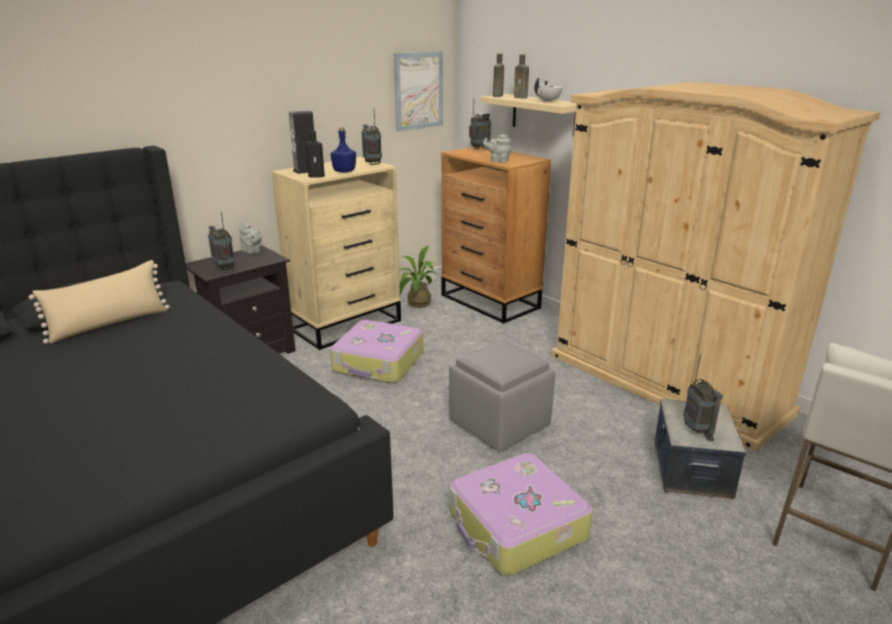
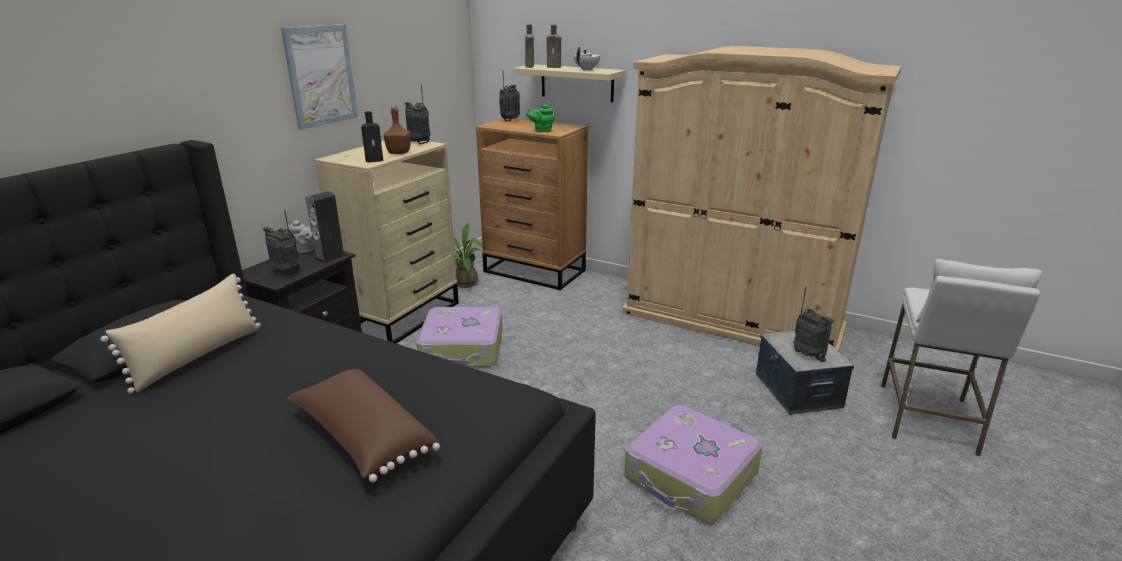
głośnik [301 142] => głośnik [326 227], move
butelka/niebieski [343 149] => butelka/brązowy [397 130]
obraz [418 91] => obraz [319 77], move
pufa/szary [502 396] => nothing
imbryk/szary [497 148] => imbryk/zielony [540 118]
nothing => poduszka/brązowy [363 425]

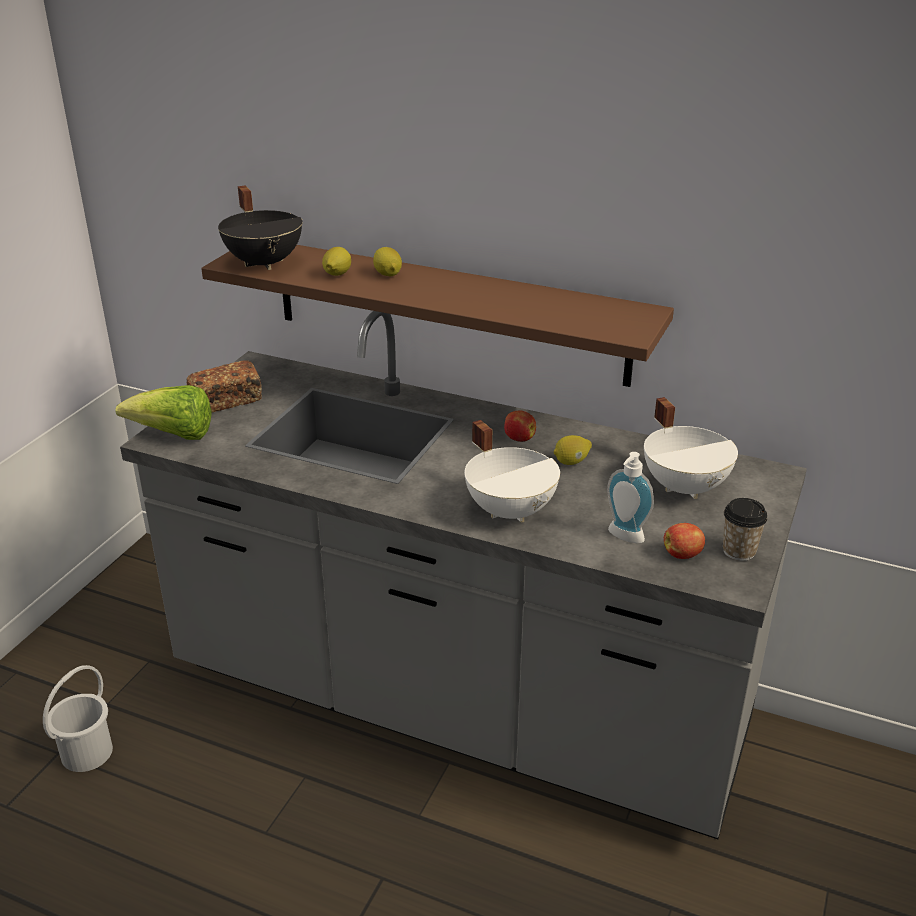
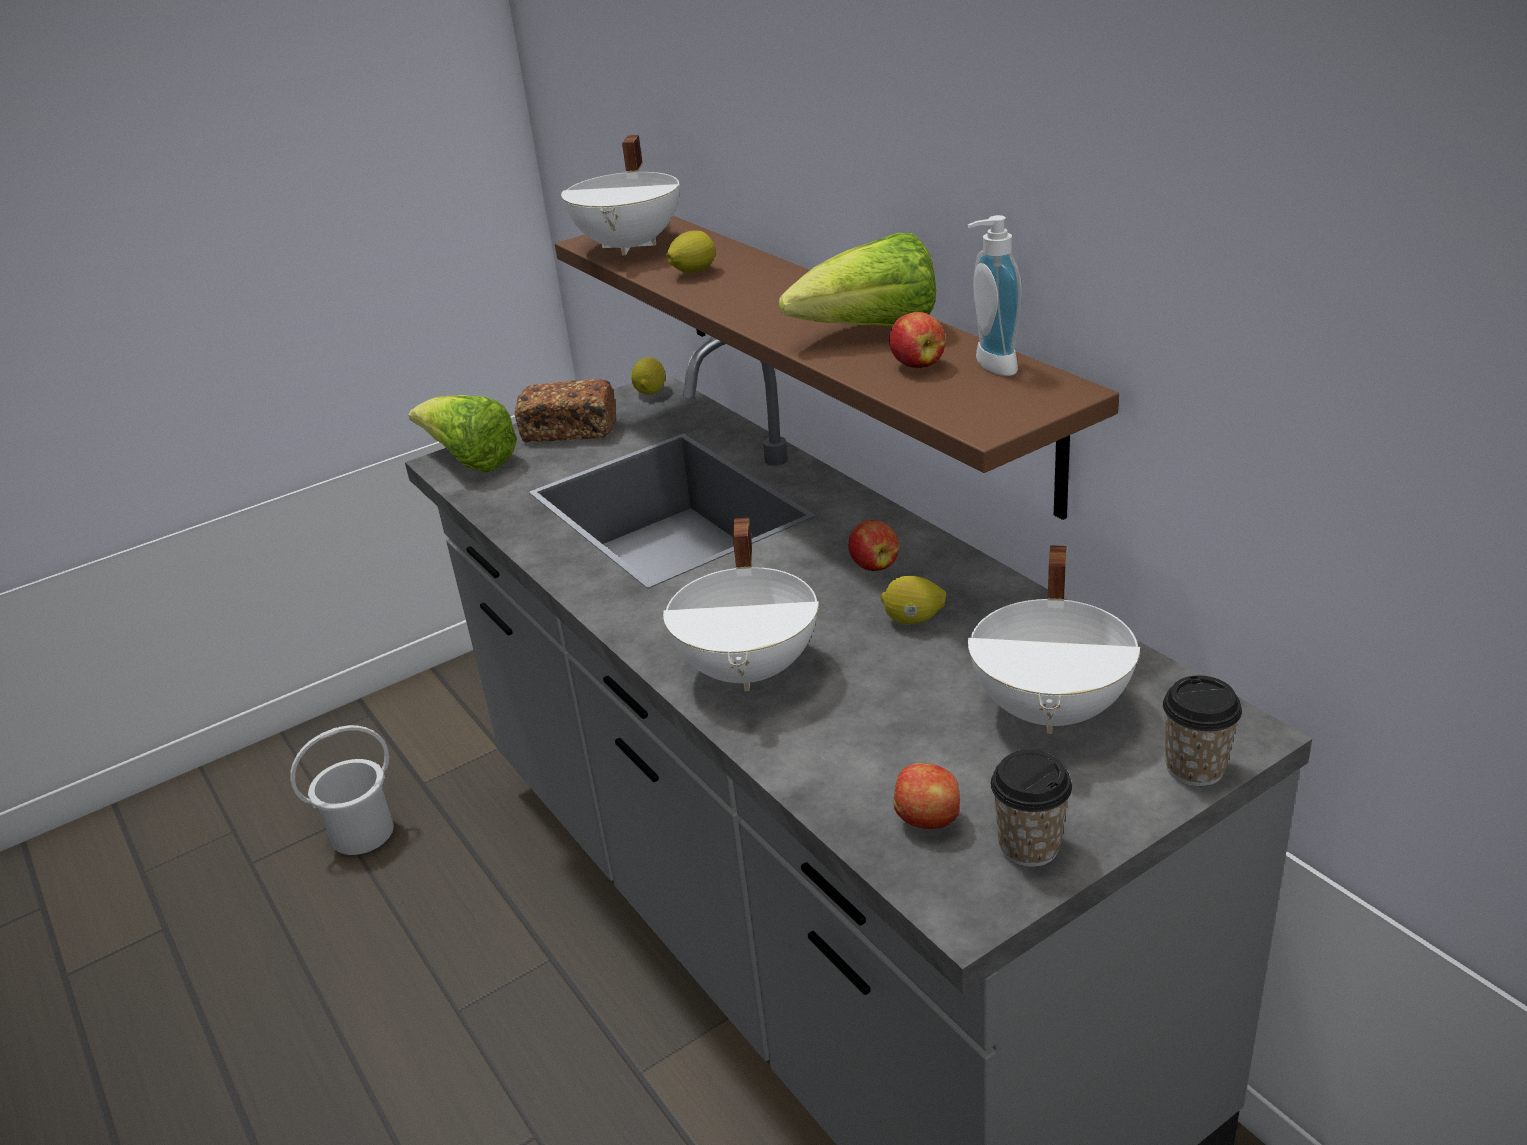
garnek/czarny [260 227] => garnek/biały [620 195]
cytryna [387 261] => cytryna [648 376], move
dozownik mydła [630 497] => dozownik mydła [994 295], move
nothing => sałata [857 280]
nothing => jabłko [917 340]
nothing => filiżanka [1202 730]

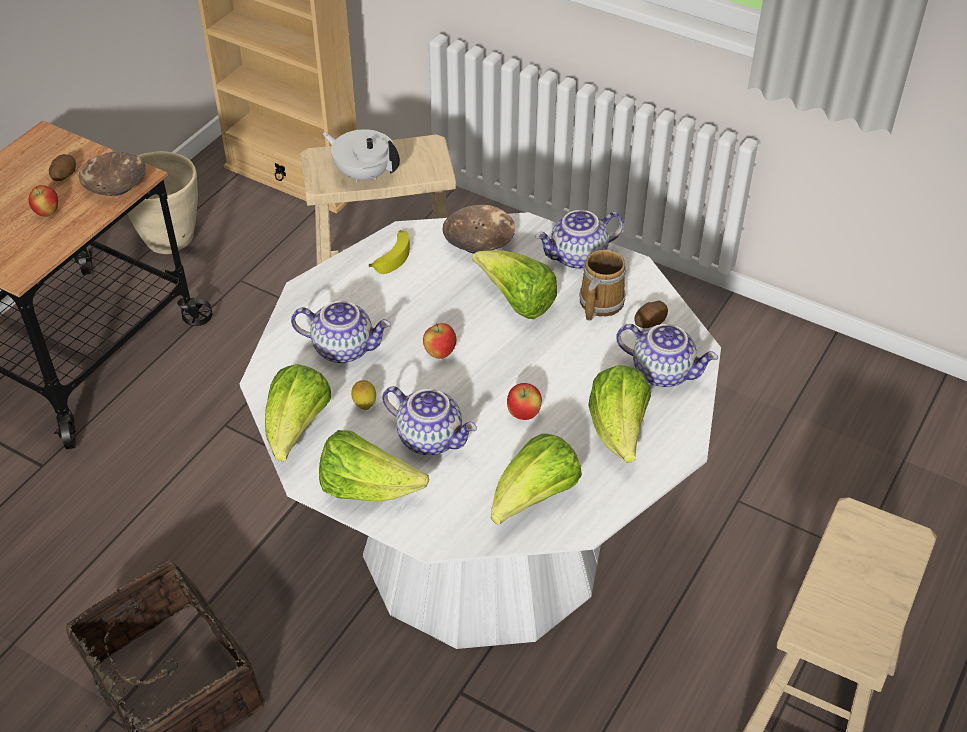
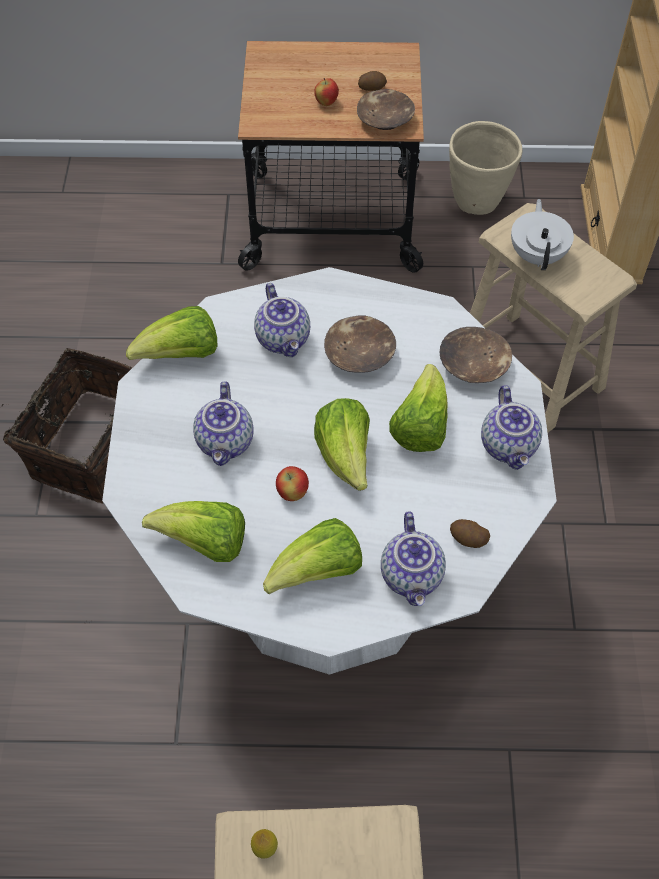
sałata [374 465] => sałata [342 444], move
cytryna [363 395] => cytryna [264 844], move
banan [389 252] => nothing
jabłko [439 341] => nothing
imbryk [579 240] => imbryk [511 427], 135 degrees counterclockwise
kubek [602 285] => nothing
nothing => miska/brązowy [360 344]

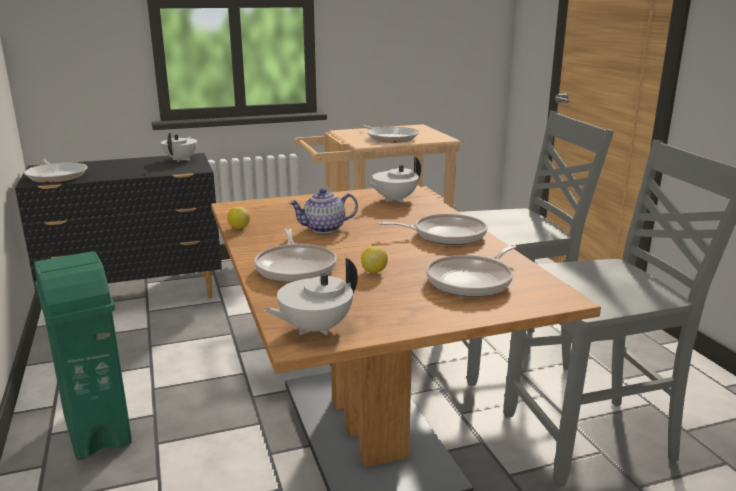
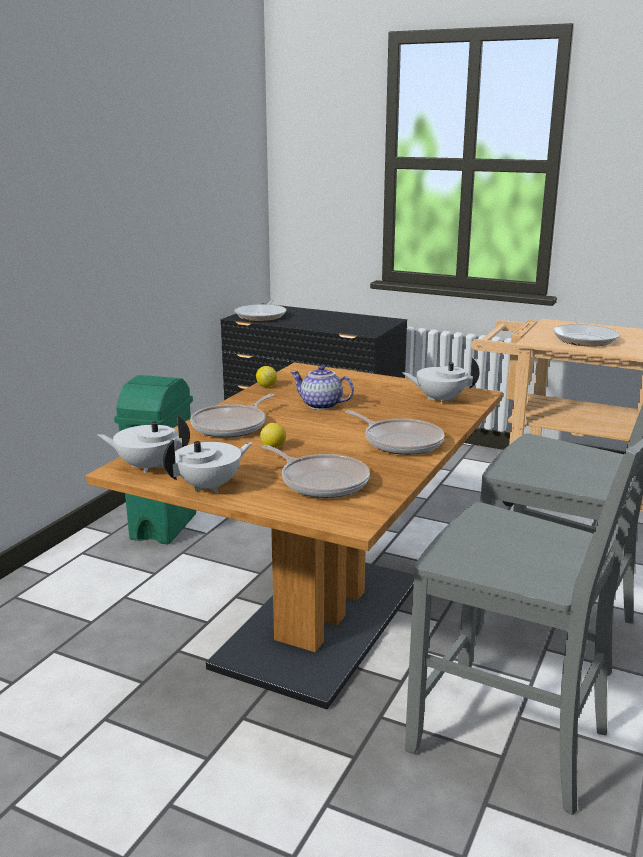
imbryk/biały [179 147] => imbryk/biały [207 466], move
patelnia [471 271] => patelnia [316 471], 135 degrees counterclockwise

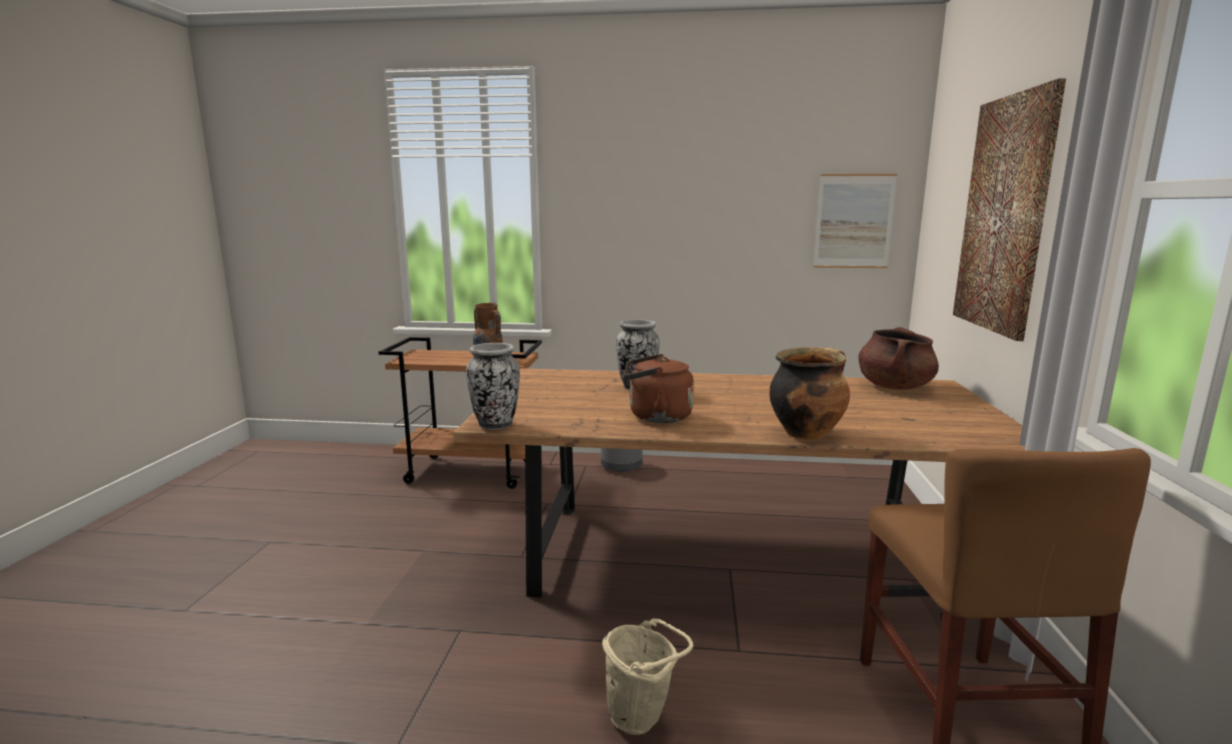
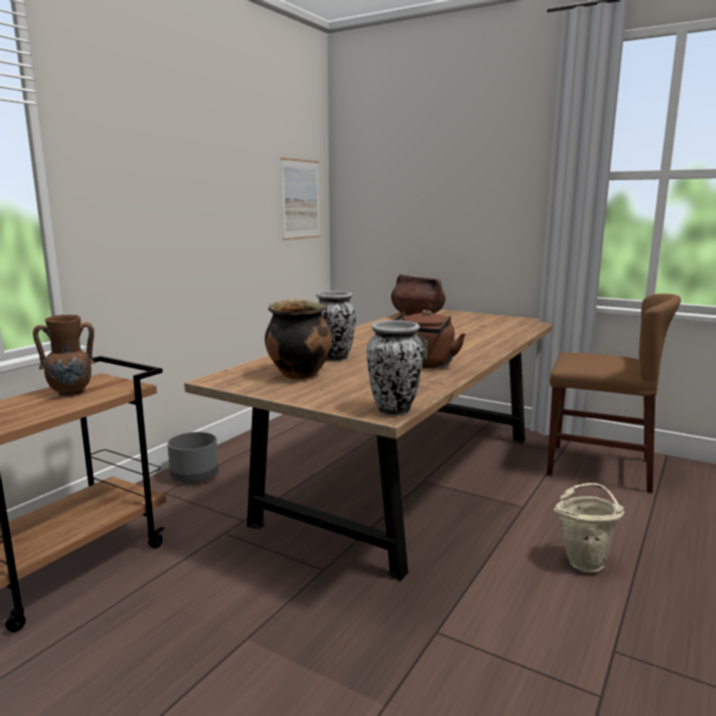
garnek [809 393] => garnek [298 339], move
obraz [1009 209] => nothing

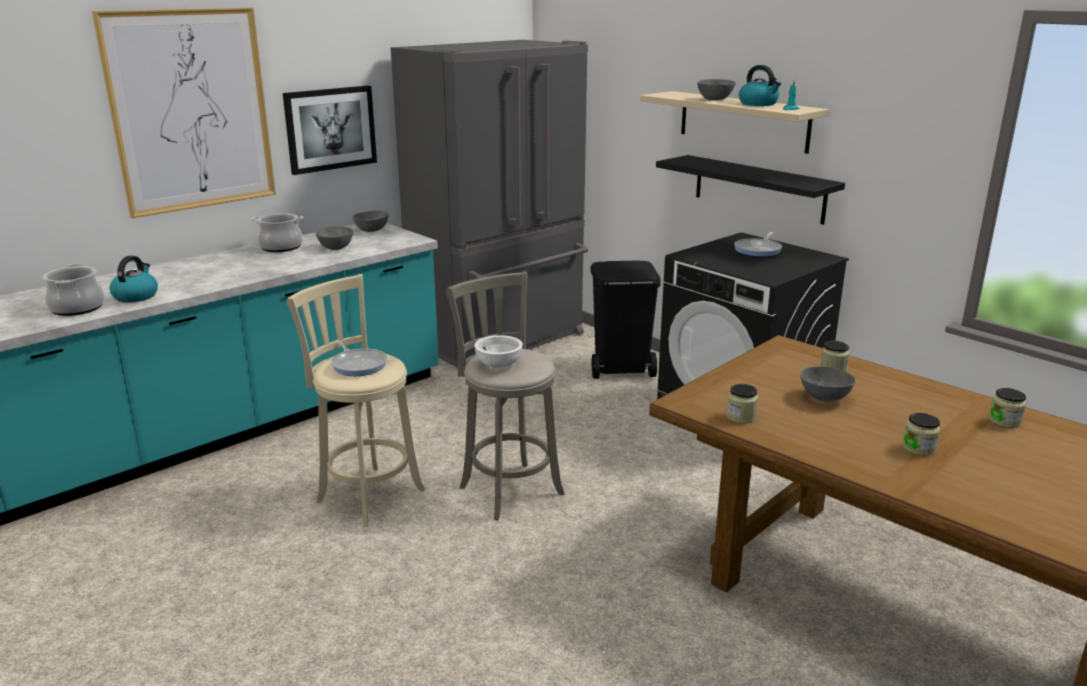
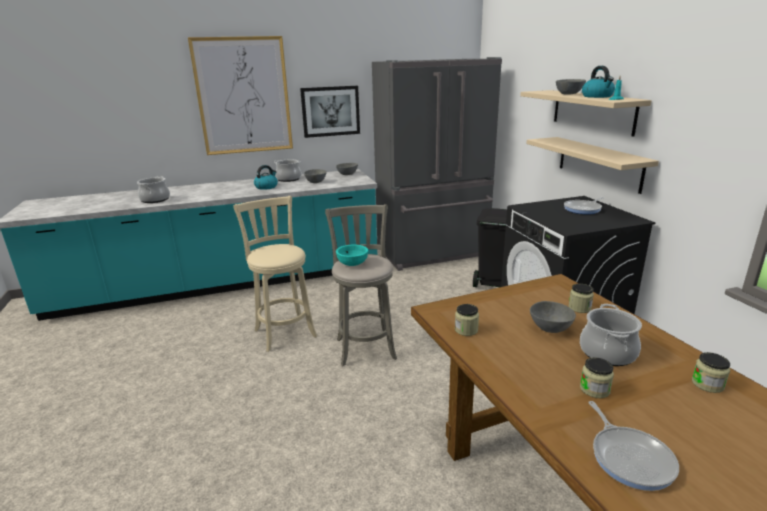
czajnik [133 279] => czajnik [266 177], move
patelnia [359 358] => patelnia [634 446], move
miska/biały [498 351] => miska/turkusowy [352 255]
półka/czarny [750 190] => półka/beżowy [592 165]
nothing => garnek [611 335]

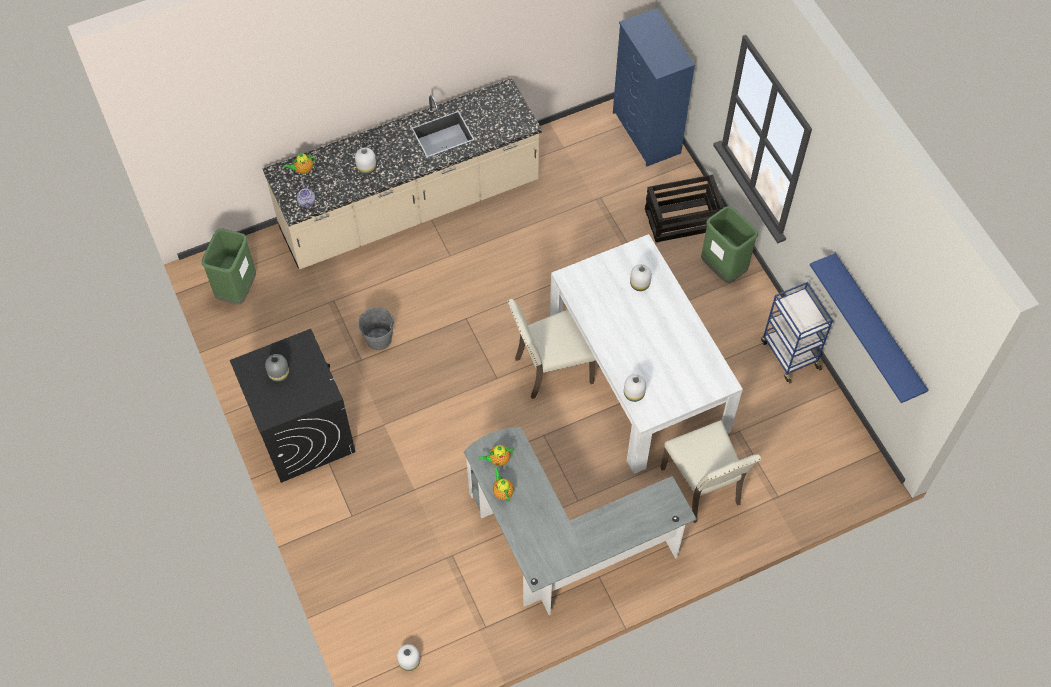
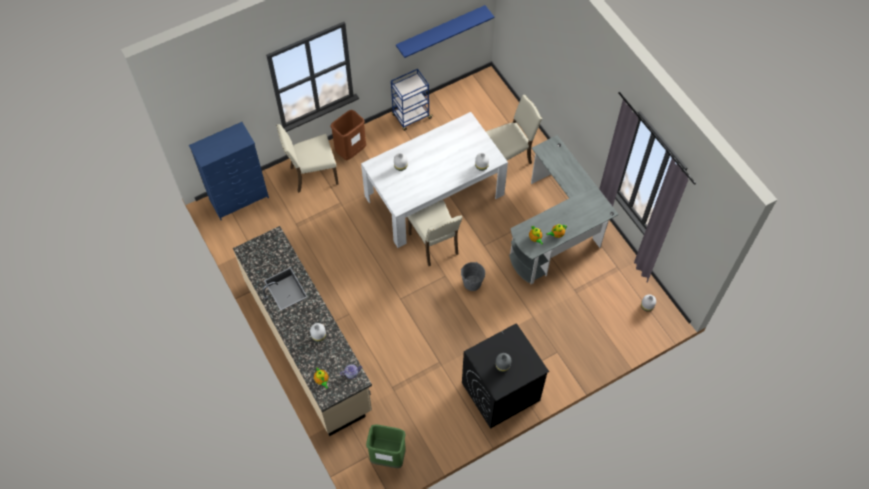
wiadro/szary [376 328] => wiadro/szary [473 276], move
skrzynka [685 208] => krzesło/beżowy [307 158]
kosz na śmieci/zielony [729 244] => kosz na śmieci/brązowy [348 135]

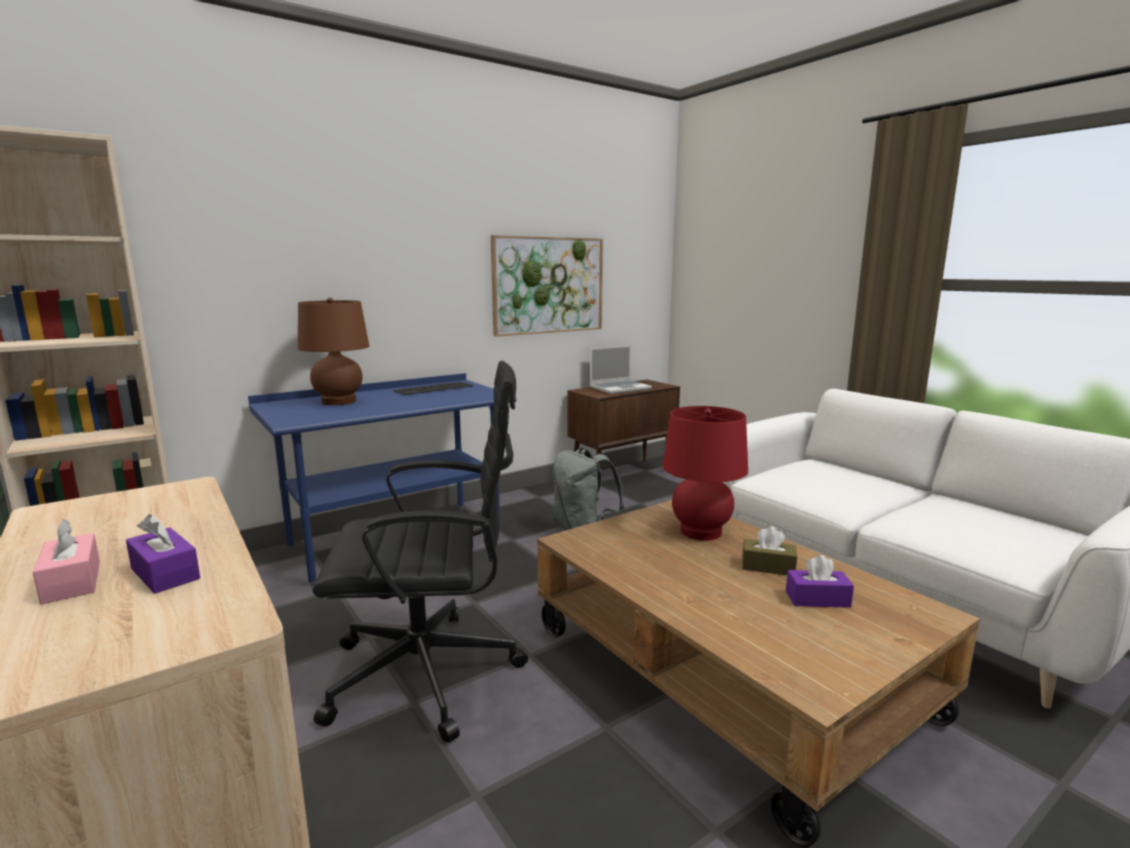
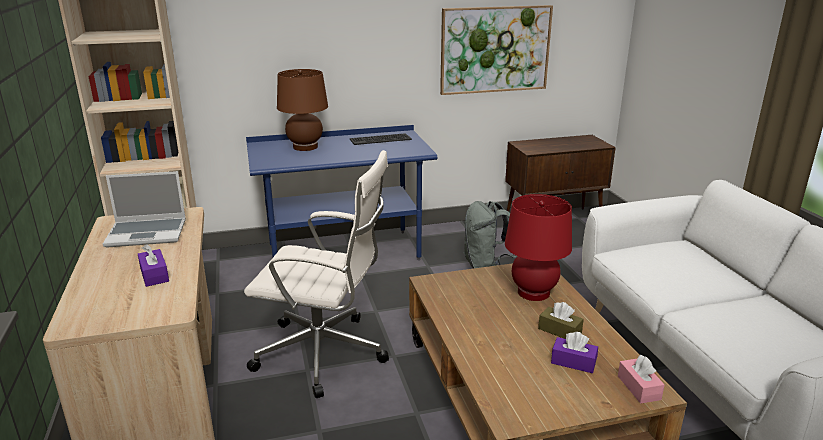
pudełko chusteczek/różowy [66 561] => pudełko chusteczek/różowy [641 379], move
krzesło biurowe/czarny [420 552] => krzesło biurowe/biały [316 274]
laptop [621 369] => laptop [144 209], move

